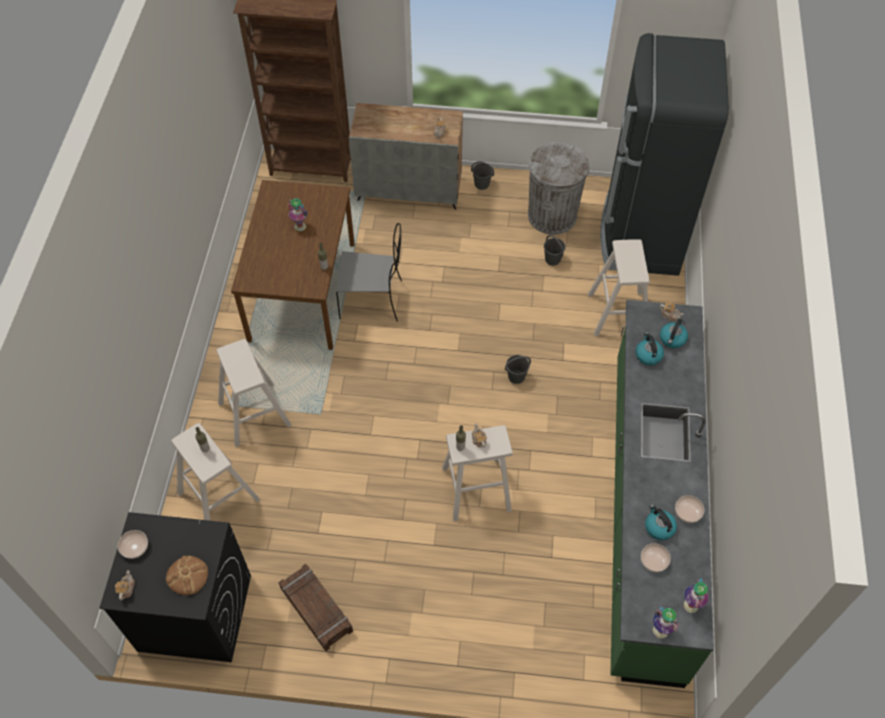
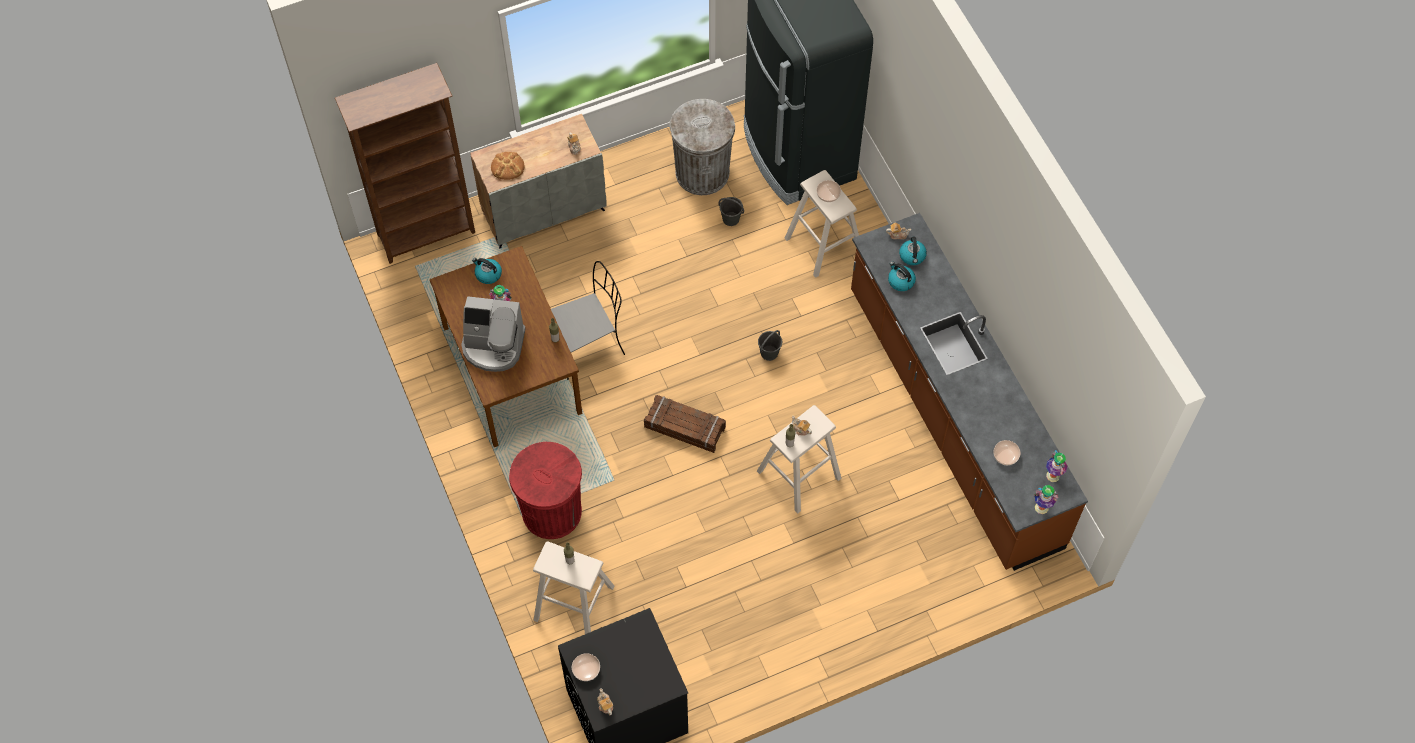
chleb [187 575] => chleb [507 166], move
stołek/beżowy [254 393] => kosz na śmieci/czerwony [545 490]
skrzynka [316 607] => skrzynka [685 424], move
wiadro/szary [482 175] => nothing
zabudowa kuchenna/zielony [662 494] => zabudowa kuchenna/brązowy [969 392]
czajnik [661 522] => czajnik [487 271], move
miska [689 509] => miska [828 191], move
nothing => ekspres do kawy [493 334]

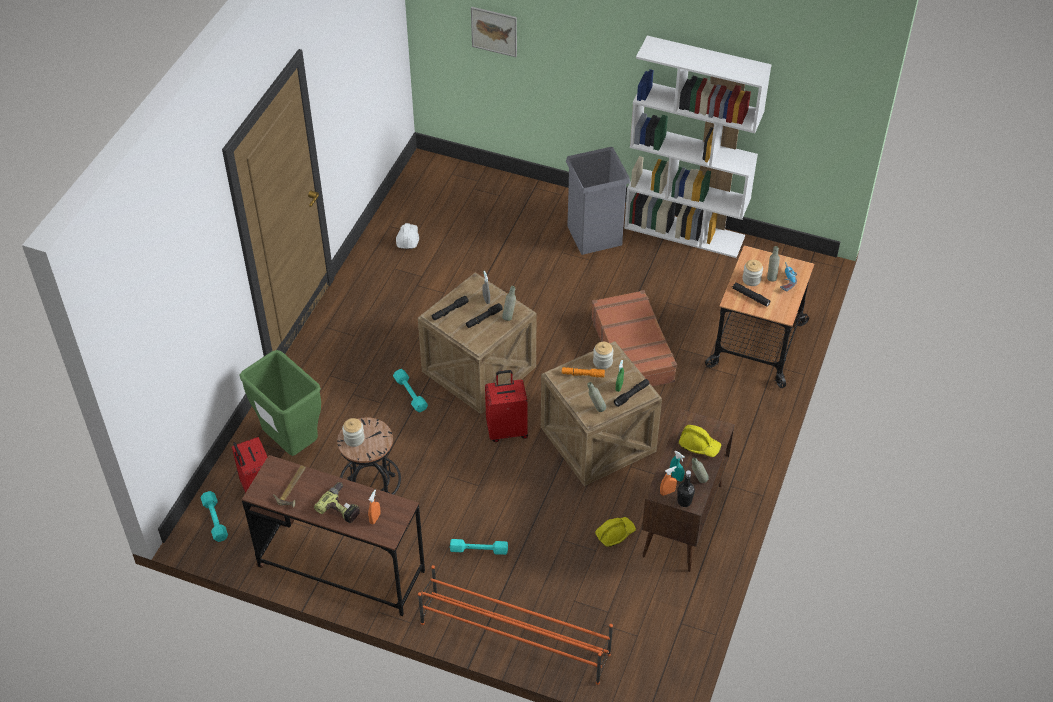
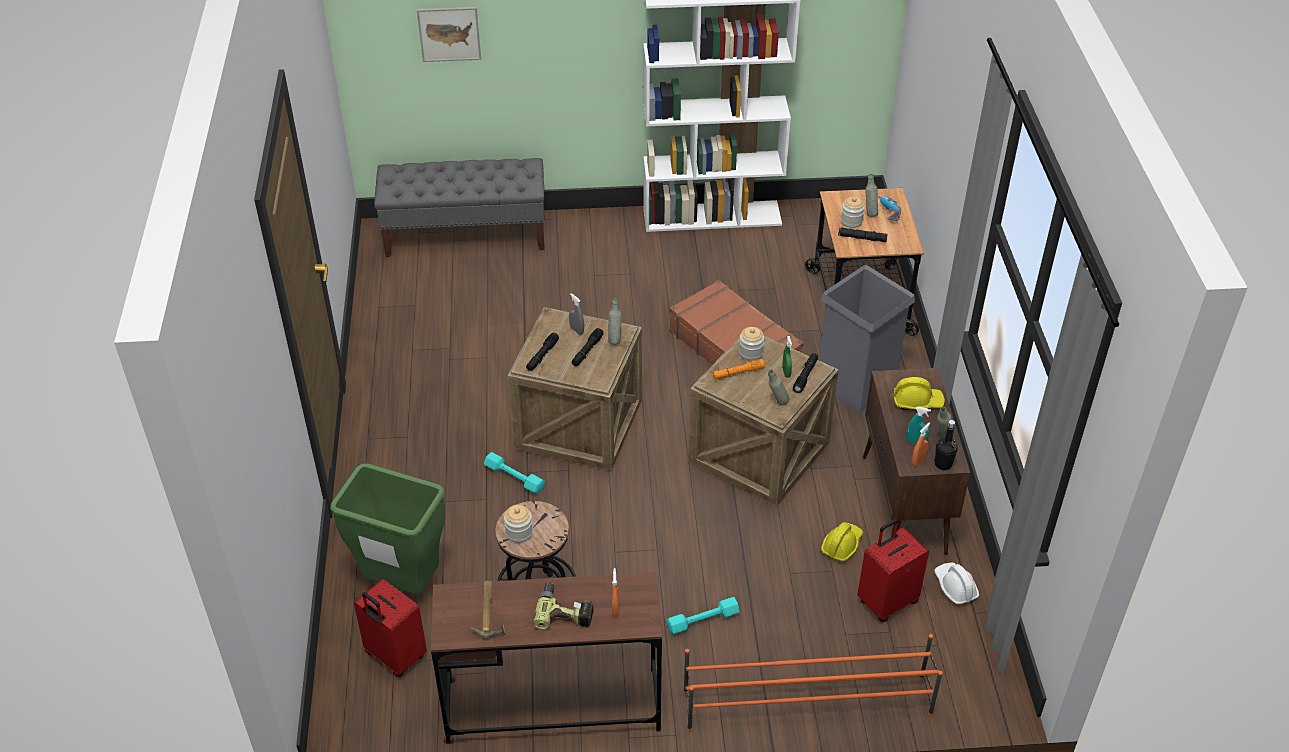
hantel/turkusowy [214 516] => nothing
kask/biały [407 236] => kask/biały [956 583], move
walizka/czerwony [506 406] => walizka/czerwony [893 570], move
kosz na śmieci/szary [598 201] => kosz na śmieci/szary [867 339], move
nothing => ławka/szary [459 207]

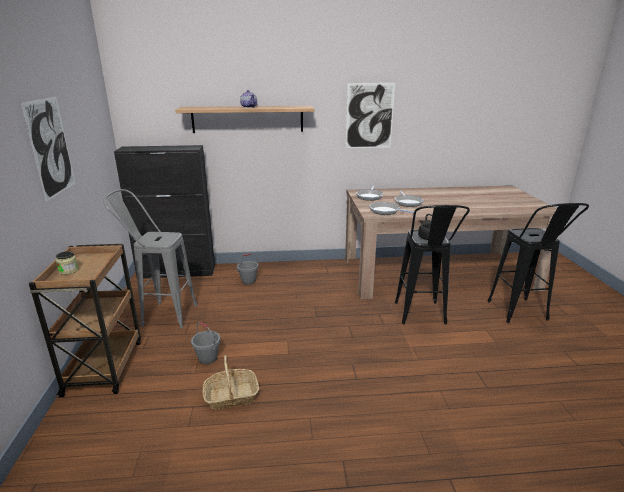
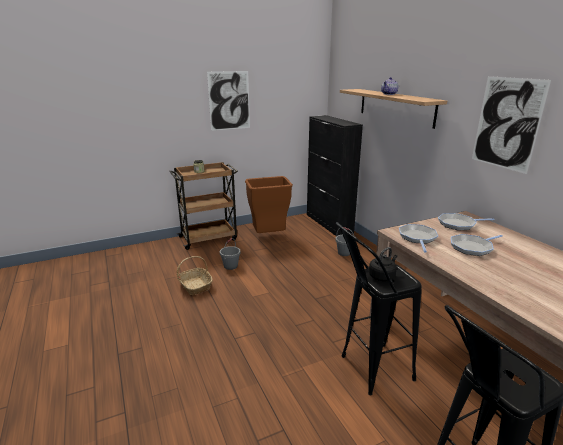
stołek/szary [150 258] => kosz na śmieci/brązowy [269 204]

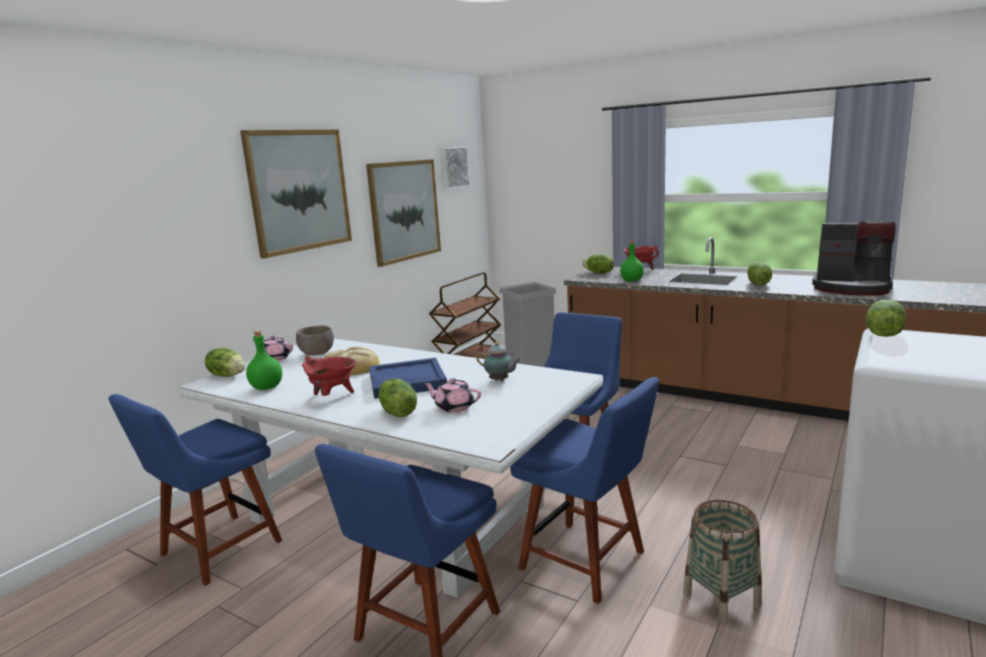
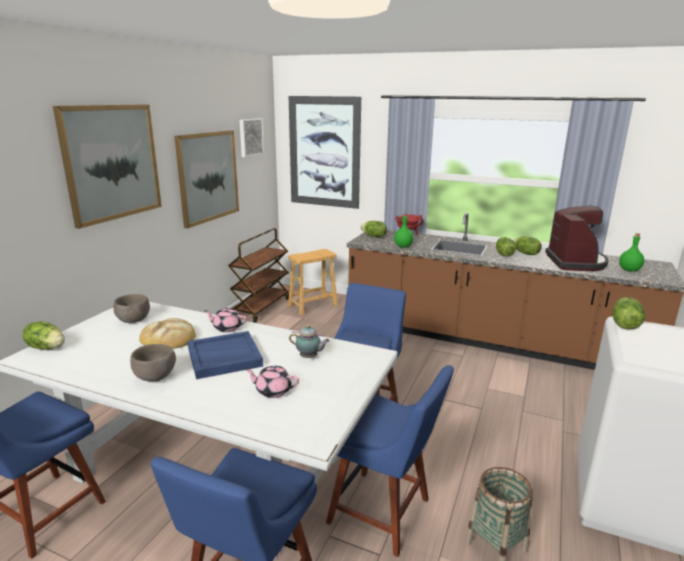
butelka/zielony [264 360] => butelka/zielony [631 252], move
imbryk/różowy [272 348] => imbryk/różowy [226 320], move
garnek/czerwony [329 376] => miska/brązowy [153 363]
sałata [398 398] => sałata [527 245], move
kosz na śmieci/szary [528 324] => stołek/brązowy [313 282]
ekspres do kawy [854 258] => ekspres do kawy [577 238], 105 degrees counterclockwise
nothing => obraz [325 152]

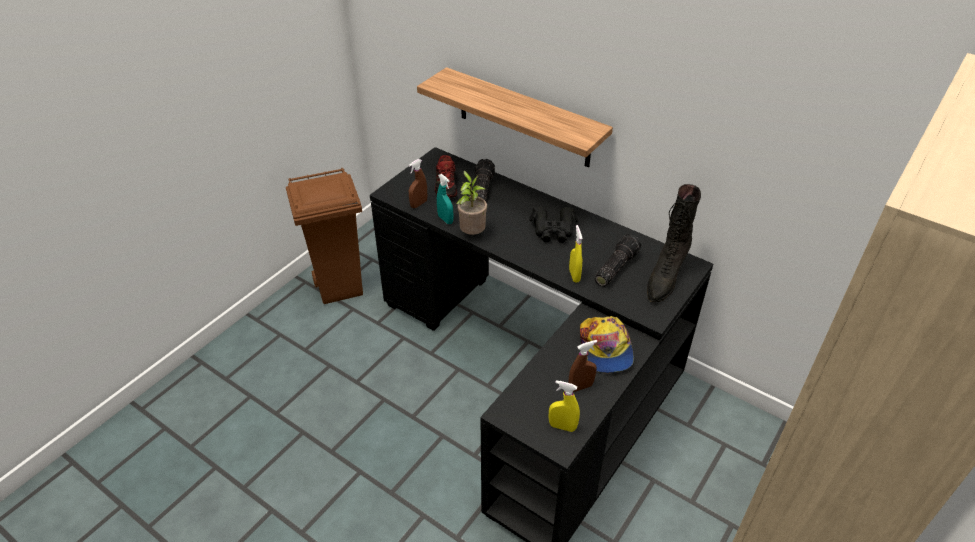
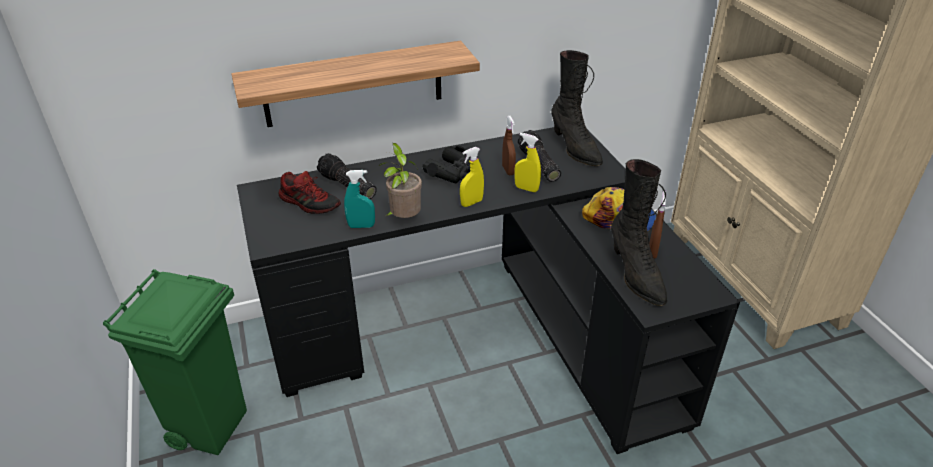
kosz na śmieci/brązowy [324 236] => kosz na śmieci/zielony [175 362]
spryskiwacz/brązowy [418 183] => spryskiwacz/brązowy [509 145], move
spryskiwacz/żółty [564 406] => spryskiwacz/żółty [472 177], move
nothing => but z cholewką/czarny [639 232]

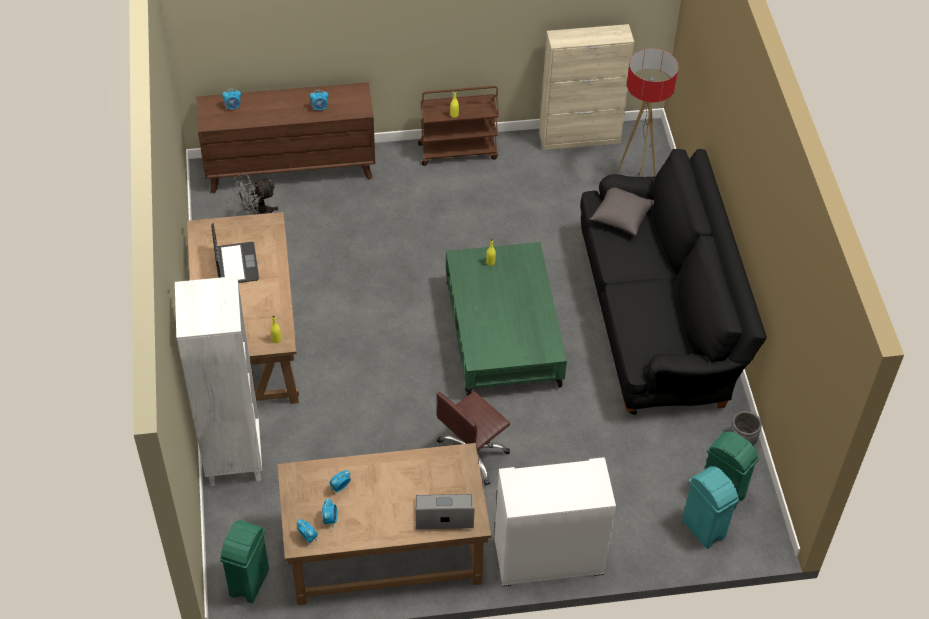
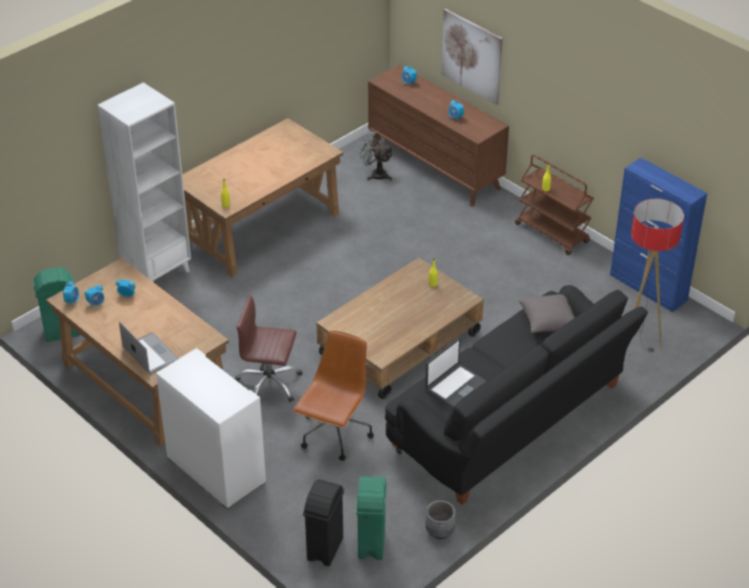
laptop [235 253] => laptop [456 372], move
ława/zielony [506 319] => ława/brązowy [400 328]
szafka/beżowy [586 87] => szafka/niebieski [658 235]
kosz na śmieci/turkusowy [710 507] => kosz na śmieci/czarny [323 522]
nothing => krzesło biurowe/brązowy [333 396]
nothing => obraz [472 57]

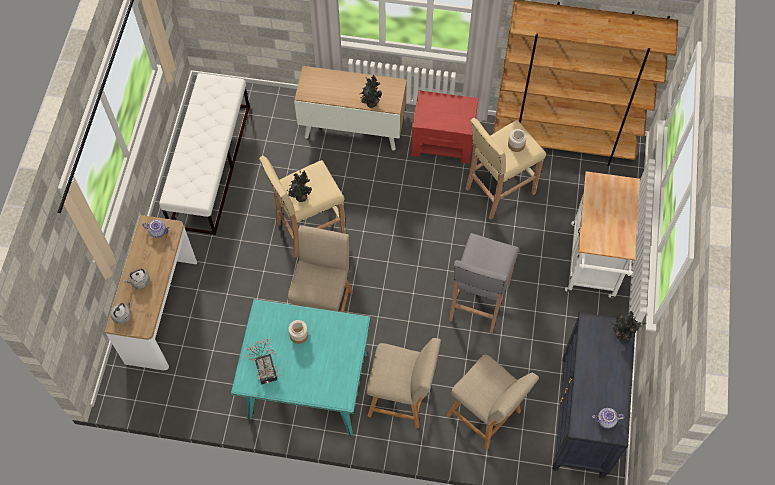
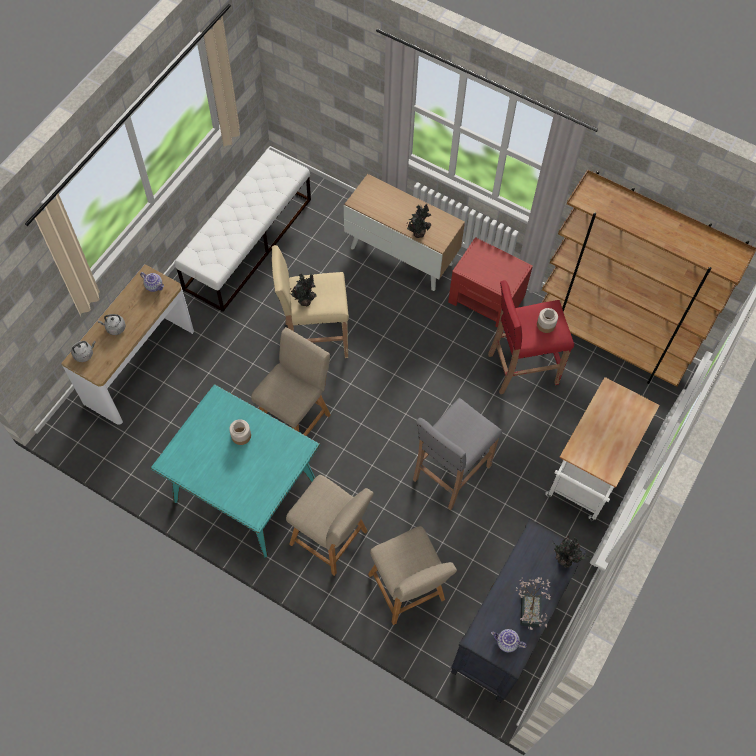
roślina doniczkowa [262 361] => roślina doniczkowa [533 603], move
stołek/beżowy [505 169] => stołek/czerwony [531 337]

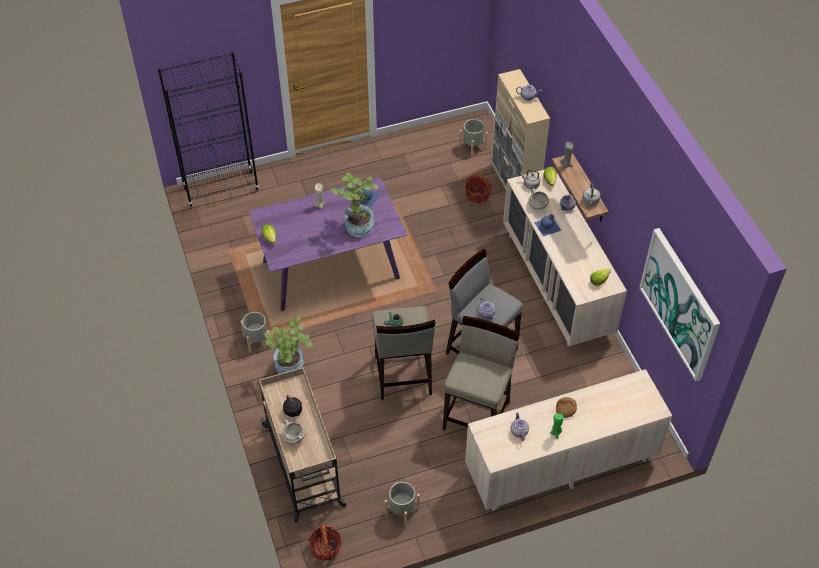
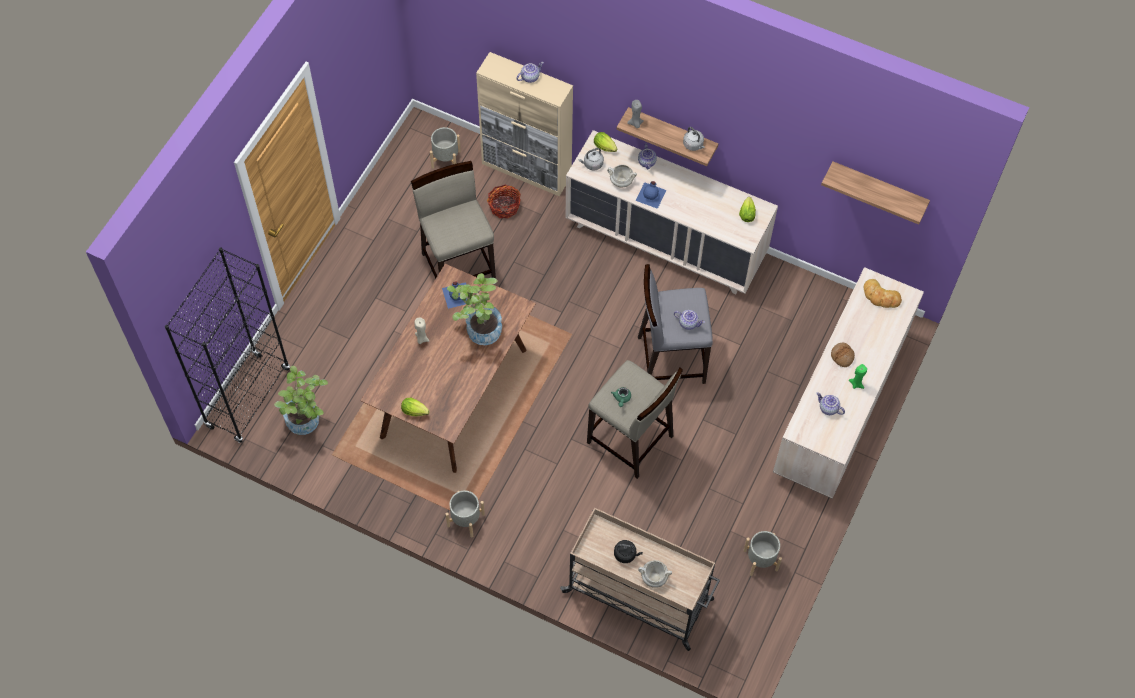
stół jadalny/fioletowy [327 244] => stół jadalny/brązowy [448 368]
roślina doniczkowa [289 345] => roślina doniczkowa [301 400], move
koszyk [325 542] => nothing
stołek/beżowy [481 373] => stołek/beżowy [453 220], move
obraz [679 304] => półka [875 192]
nothing => chleb [883 293]

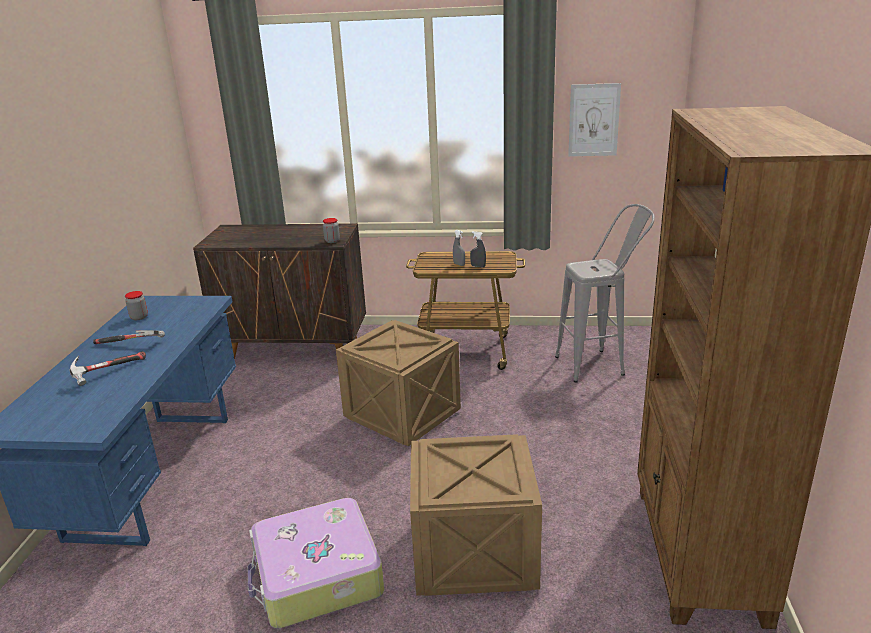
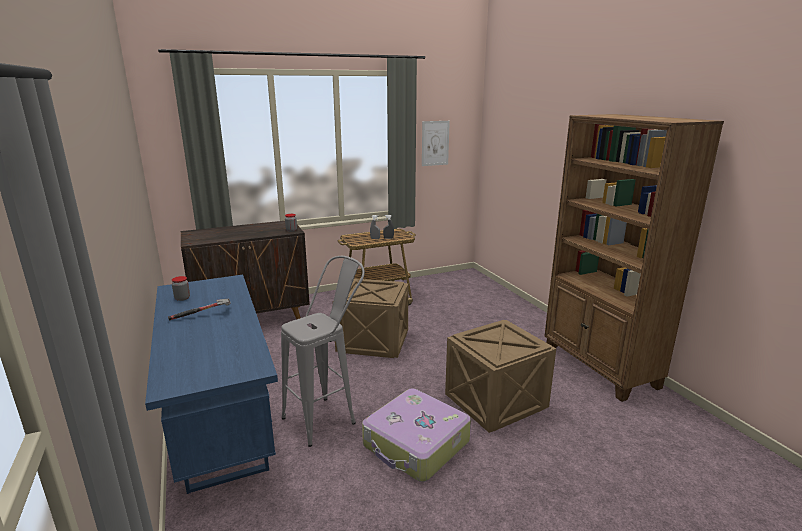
młotek [107 368] => nothing
stołek/szary [605 293] => stołek/szary [323 351], move

